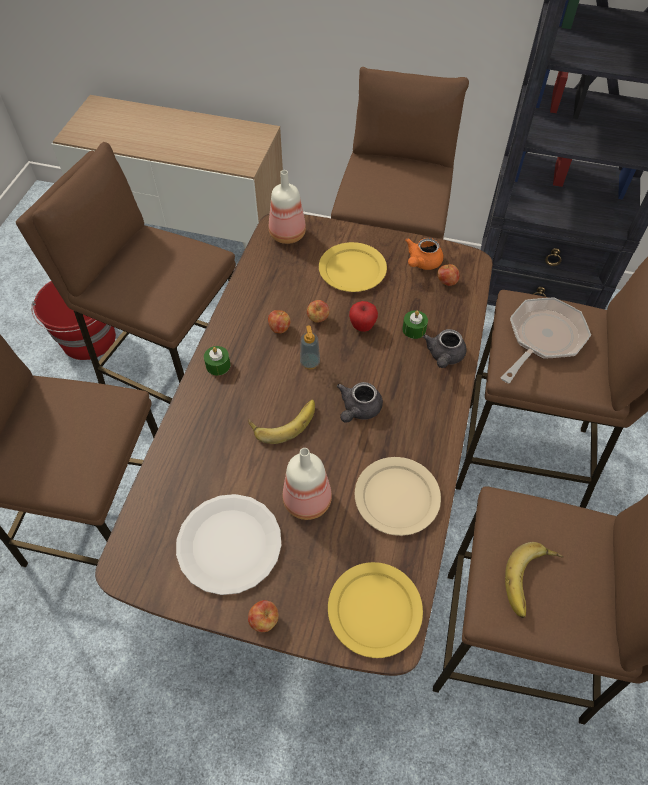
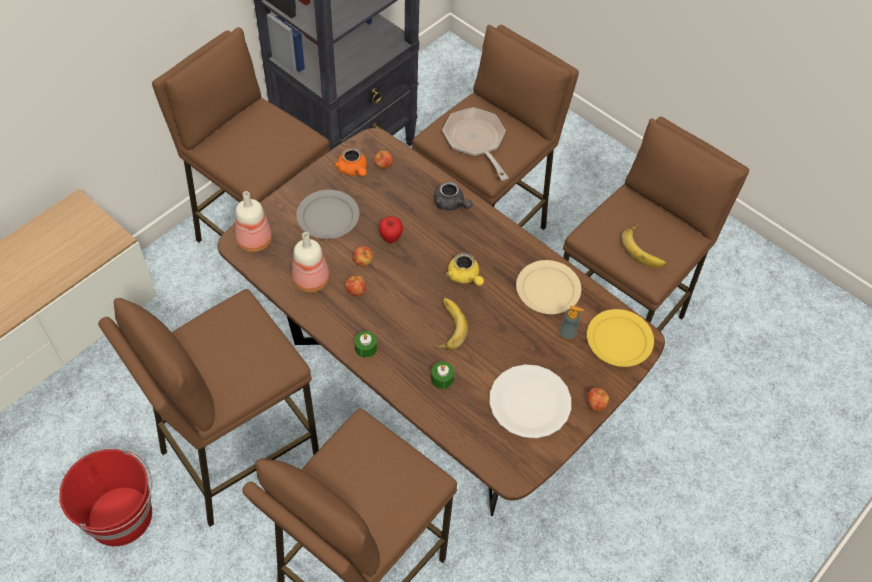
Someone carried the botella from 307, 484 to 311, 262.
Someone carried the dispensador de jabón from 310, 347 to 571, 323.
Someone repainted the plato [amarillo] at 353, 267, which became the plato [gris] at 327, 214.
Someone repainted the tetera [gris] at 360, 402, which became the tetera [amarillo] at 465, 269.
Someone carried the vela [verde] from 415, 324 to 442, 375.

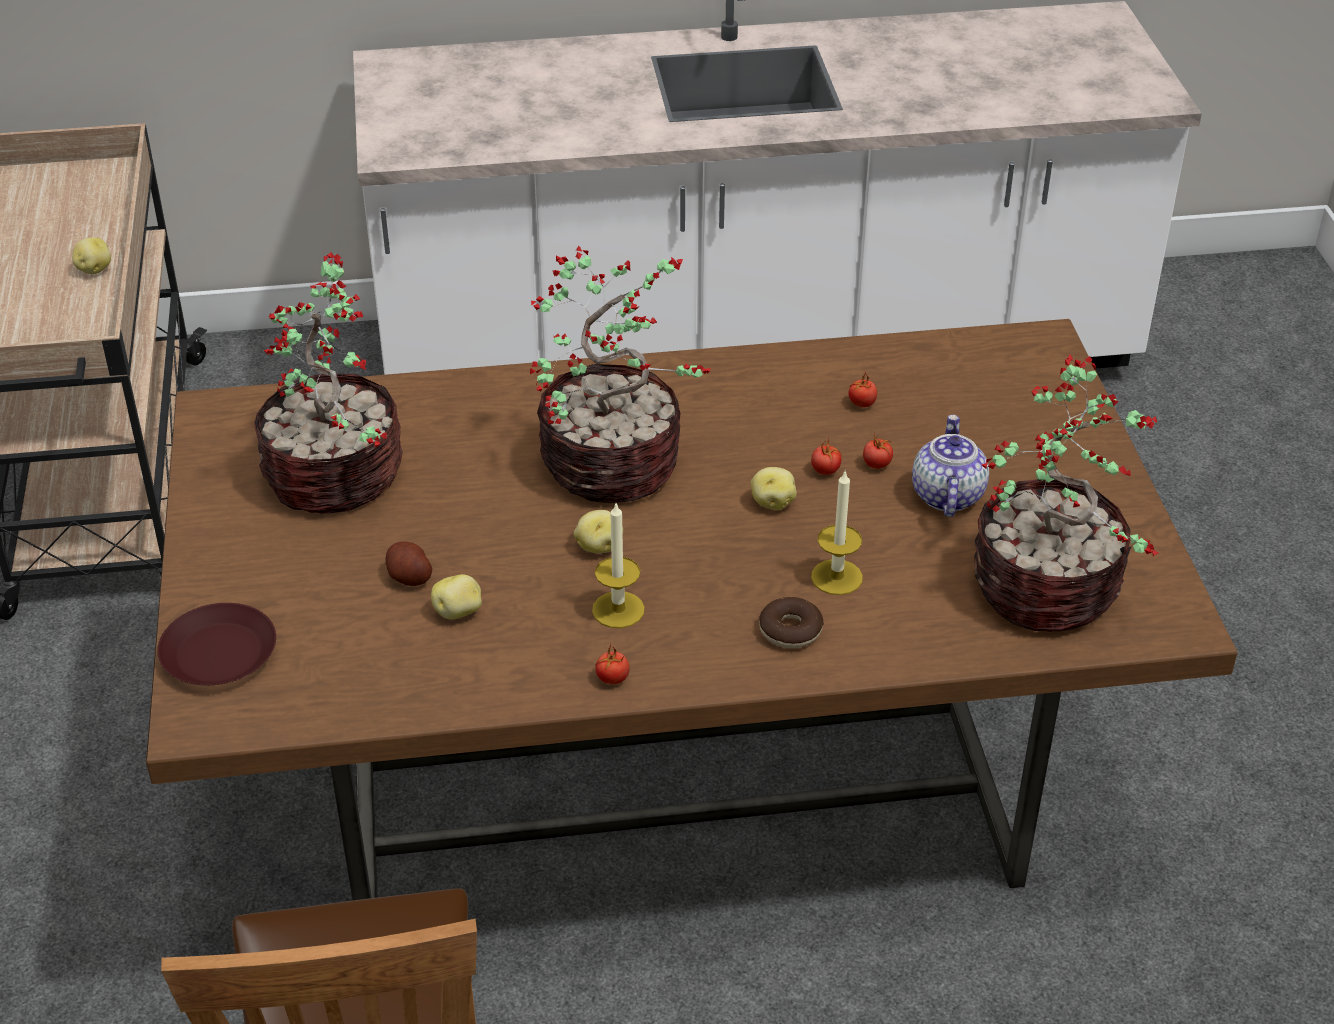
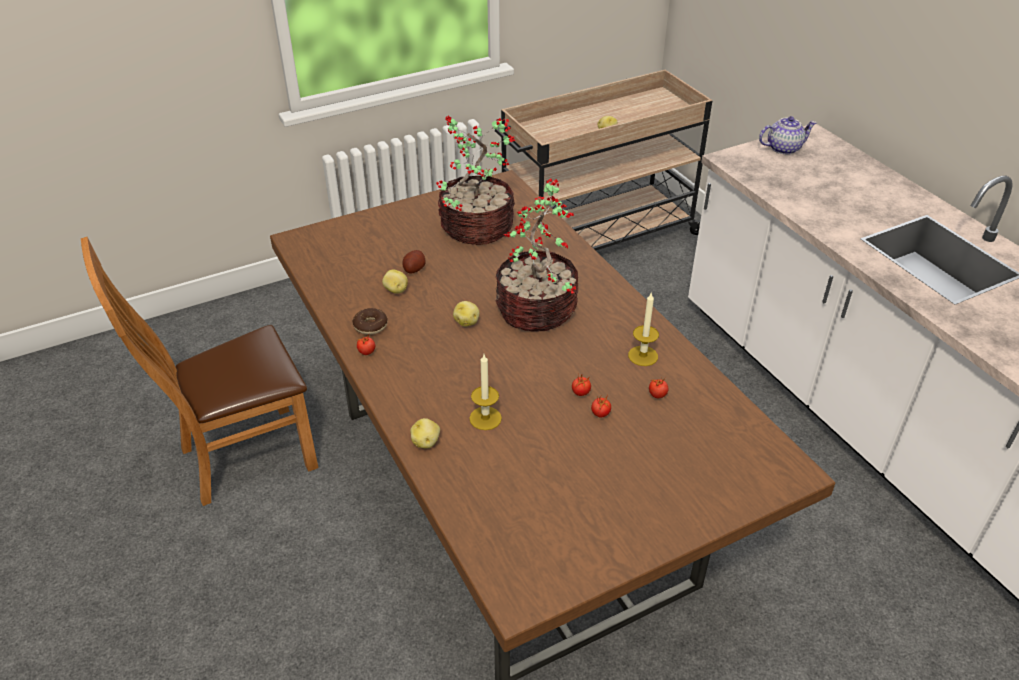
Someone took away the plato [marrón] at 216, 644.
Someone carried the vela from 618, 566 to 643, 329.
Someone carried the patata from 774, 488 to 425, 433.
Someone carried the rosquilla from 791, 622 to 370, 321.
Someone carried the tetera from 950, 466 to 788, 135.
Someone took away the planta en maceta at 1066, 493.

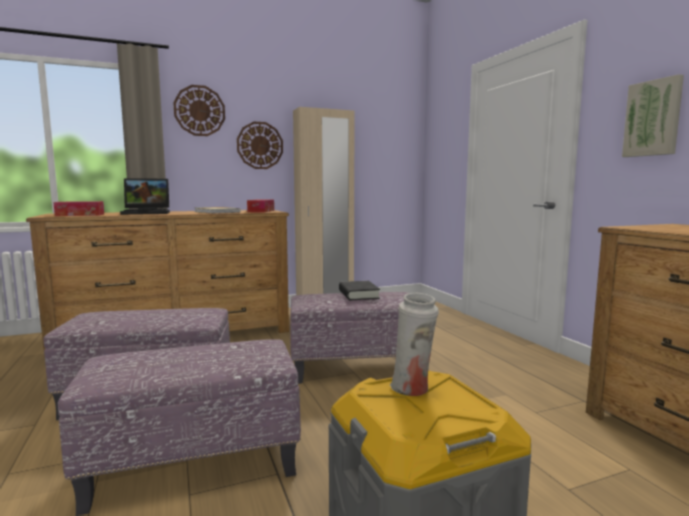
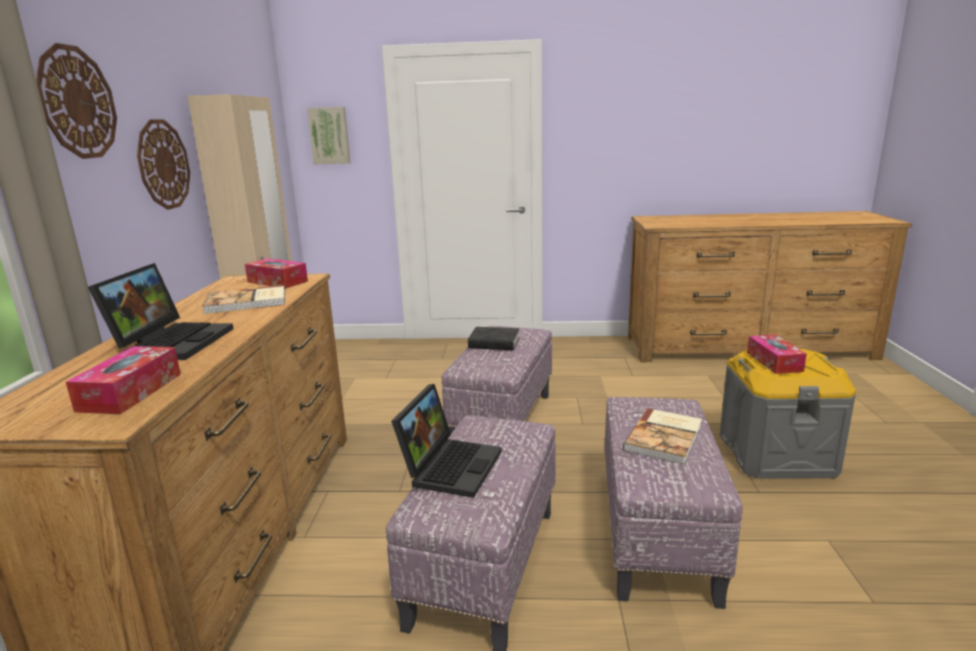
Someone swapped the florero [blanco] at 414, 344 for the caja de pañuelos at 777, 354.
Someone carried the cuadro from 653, 115 to 328, 135.
Someone put down the portátil at 446, 441.
Someone put down the libro at 662, 436.

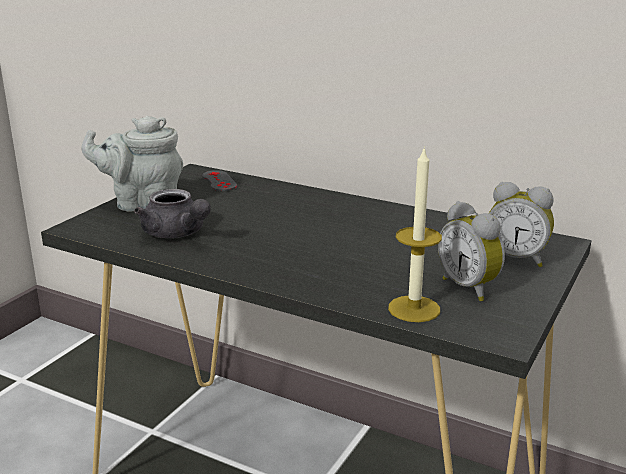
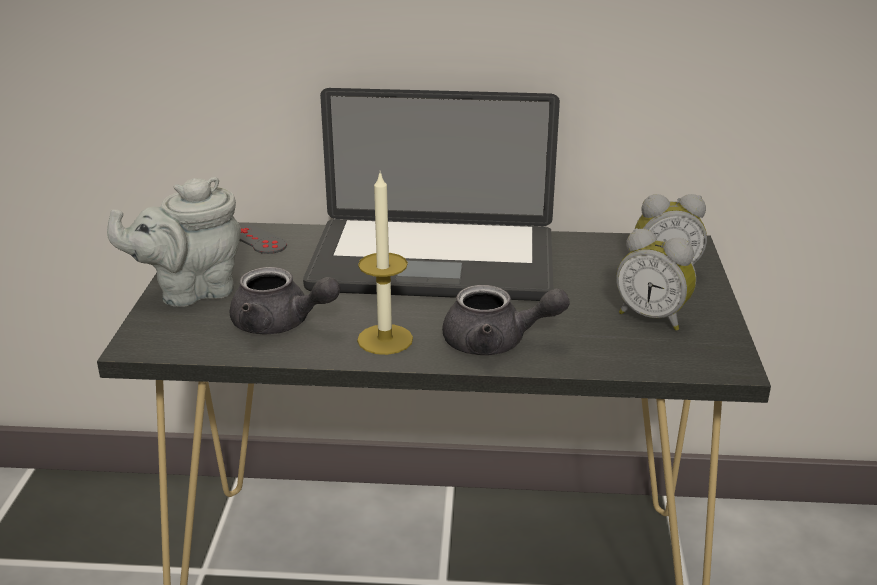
Someone carried the vela from 415, 234 to 385, 262.
Someone put down the portátil at 431, 194.
Someone put down the tetera [gris] at 506, 320.

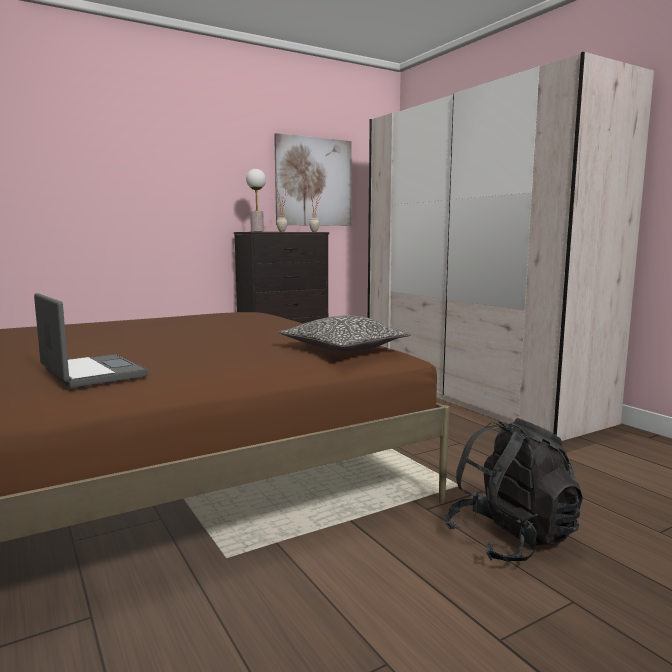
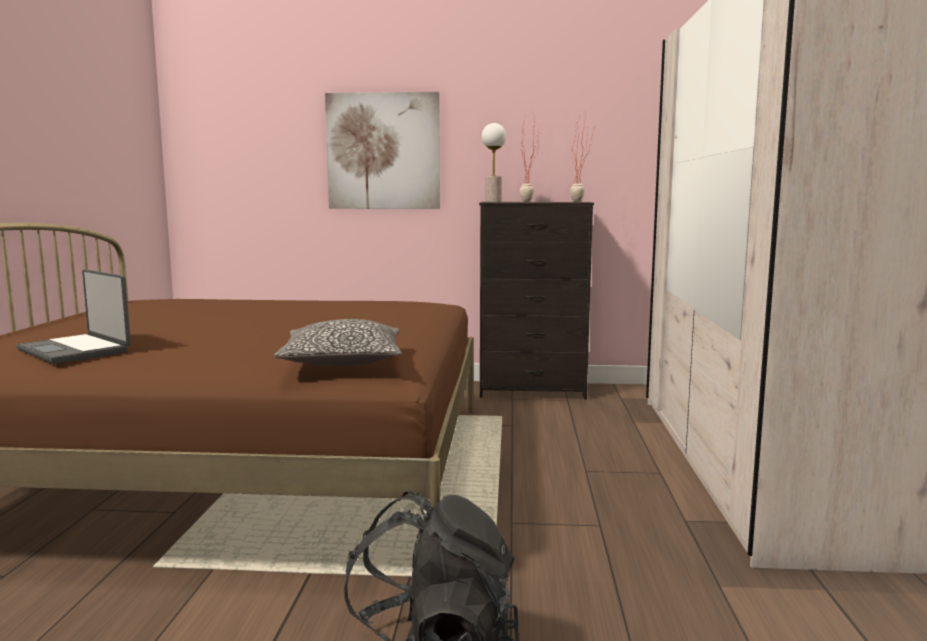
Someone rotated the portátil at 91, 340 by 135 degrees clockwise.
Someone carried the cuadro from 313, 179 to 382, 150.

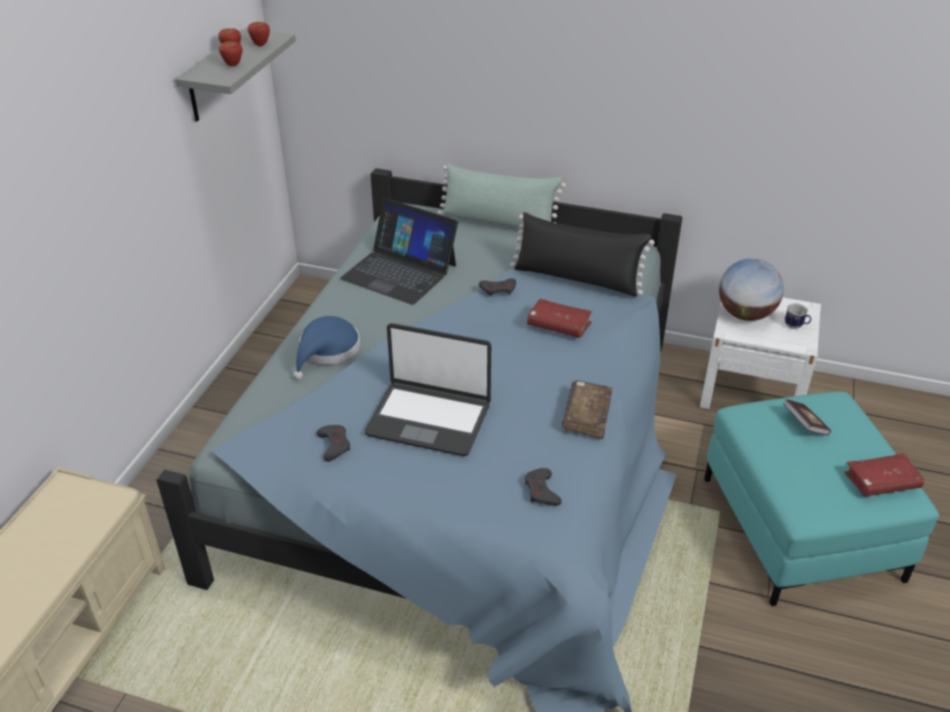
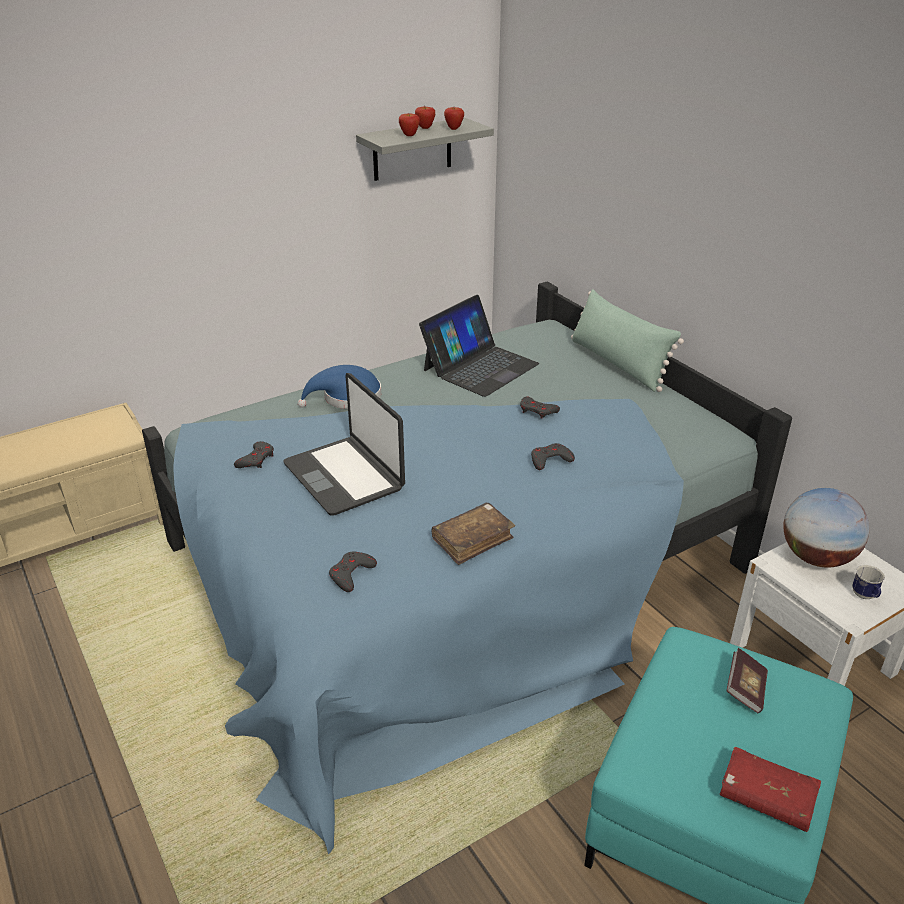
Someone rotated the portátil at 399, 251 by 120 degrees counterclockwise.
Someone took away the cojín [negro] at 582, 254.
Someone swapped the libro [rojo] at 559, 318 for the mando de consola [gris] at 553, 456.

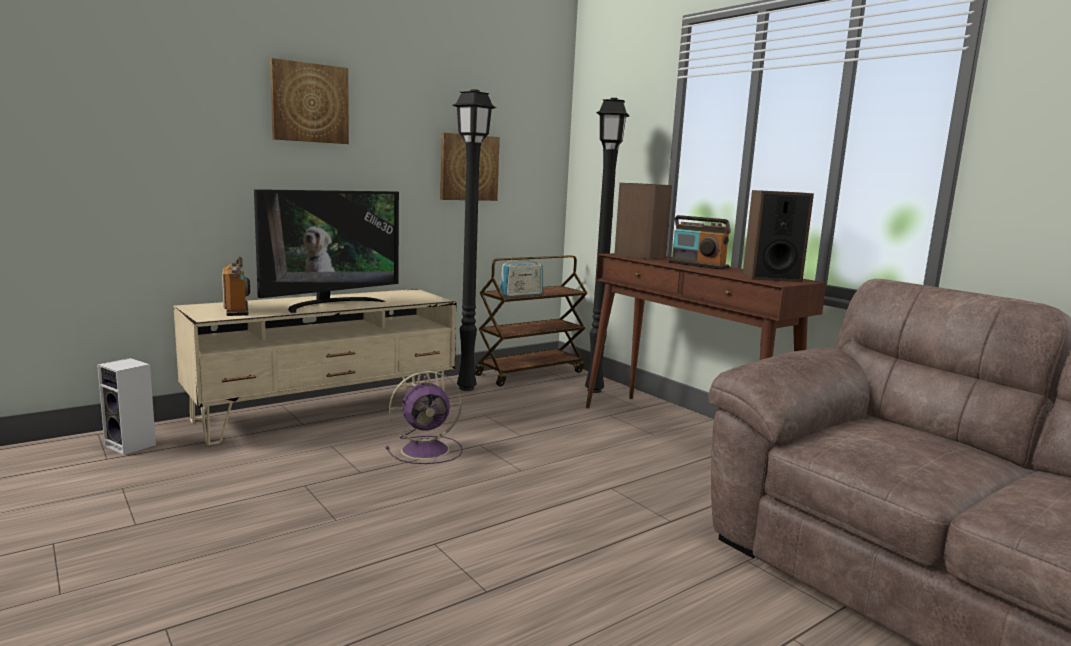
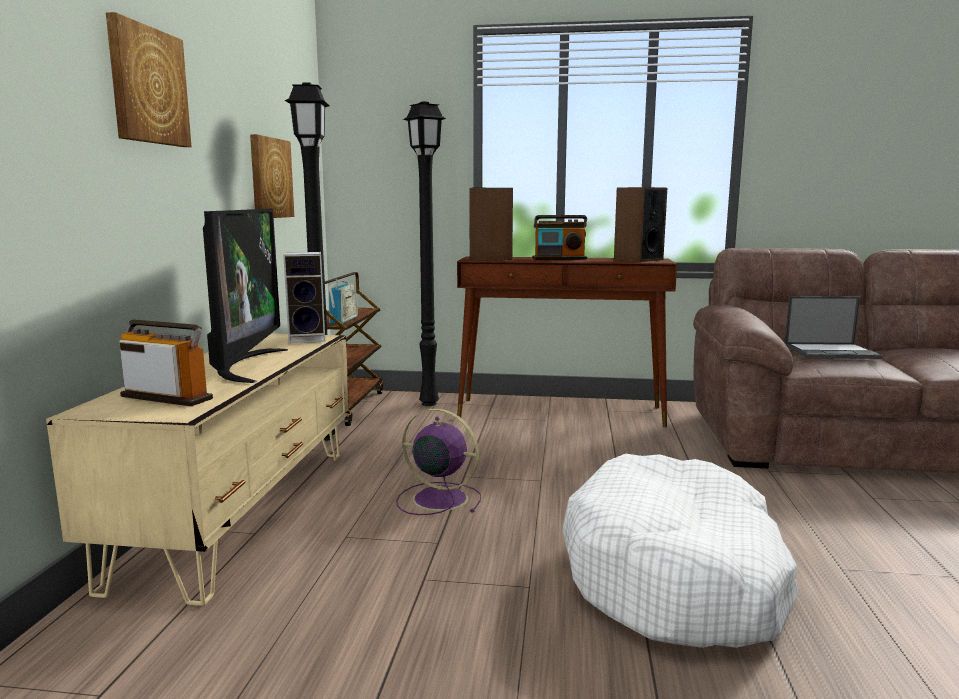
Someone carried the altavoz from 126, 406 to 304, 297.
Someone rotated the ventilador [morado] at 424, 417 by 90 degrees counterclockwise.
Someone put down the cama para perro [blanco] at 680, 551.
Someone put down the portátil at 834, 327.

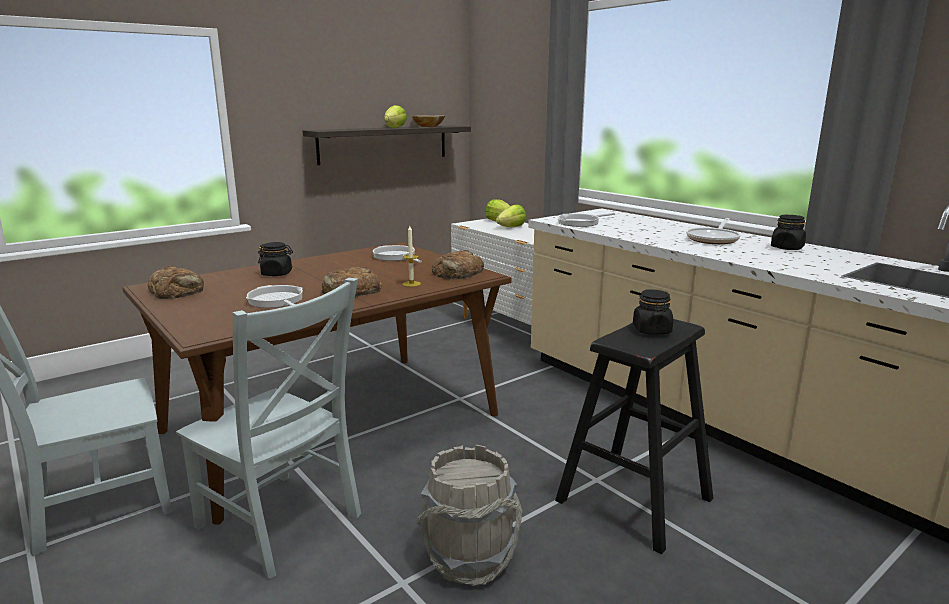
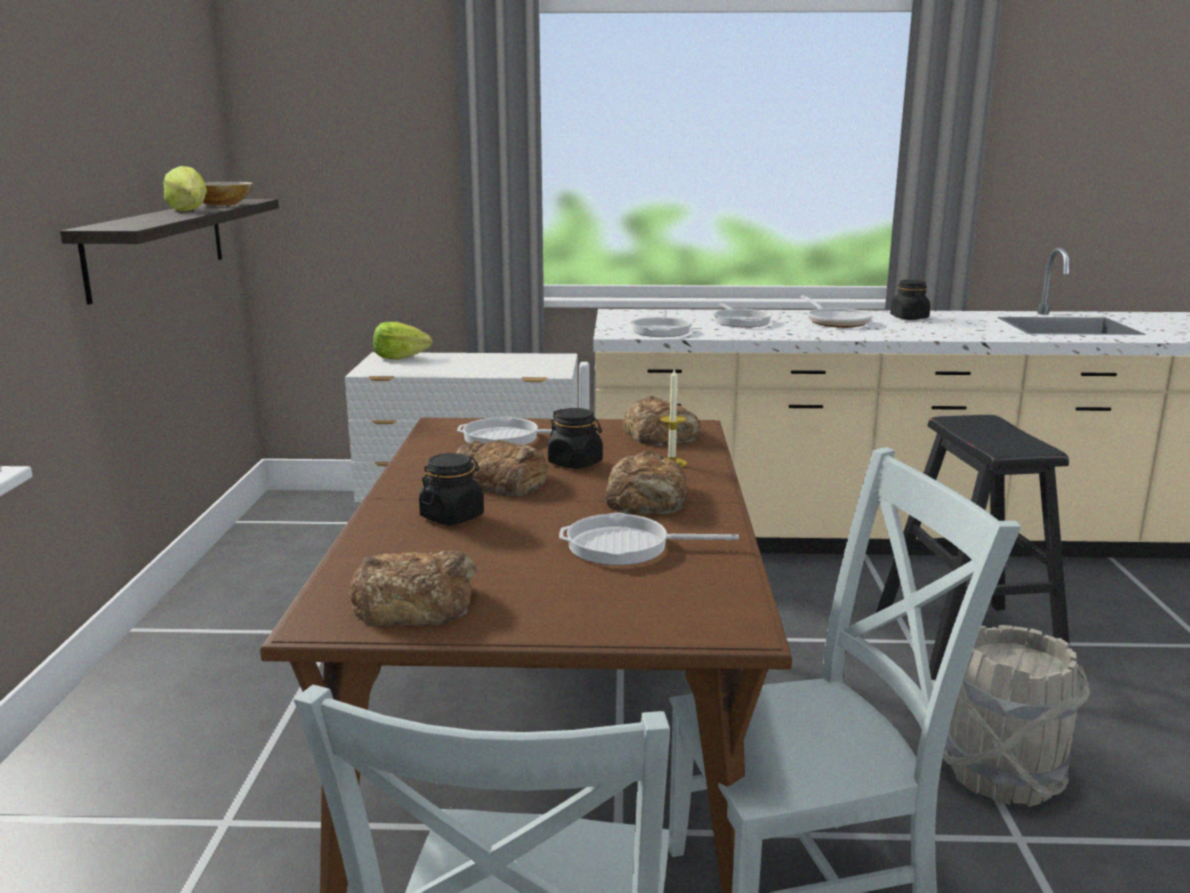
Someone took away the lechuga at 511, 216.
Someone carried the tarro [negro] from 653, 311 to 575, 438.
Someone put down the pan at 502, 468.
Someone put down the sartén at 743, 315.

